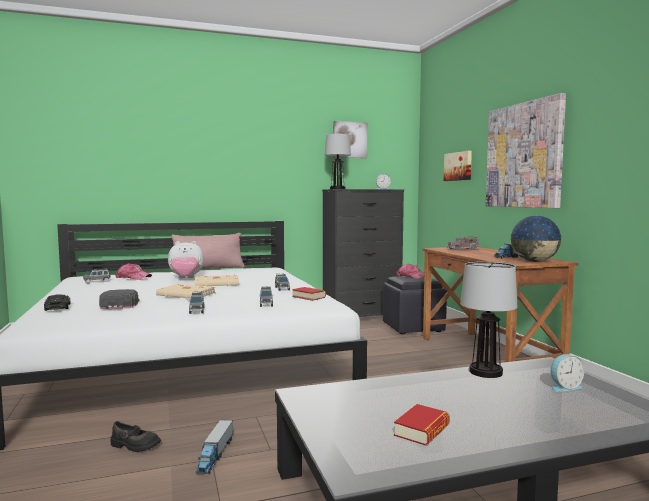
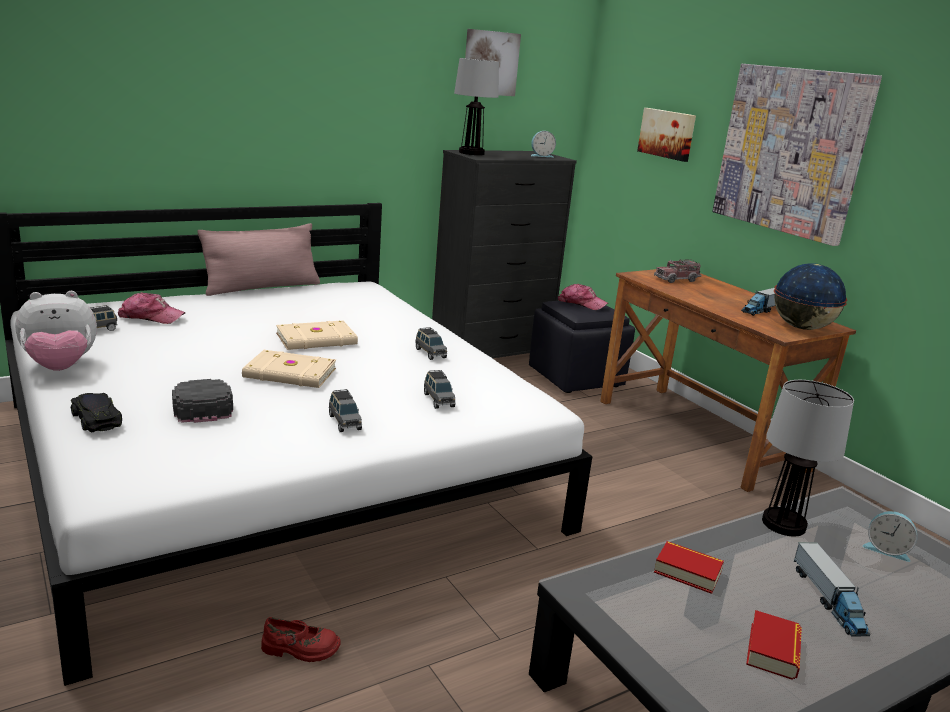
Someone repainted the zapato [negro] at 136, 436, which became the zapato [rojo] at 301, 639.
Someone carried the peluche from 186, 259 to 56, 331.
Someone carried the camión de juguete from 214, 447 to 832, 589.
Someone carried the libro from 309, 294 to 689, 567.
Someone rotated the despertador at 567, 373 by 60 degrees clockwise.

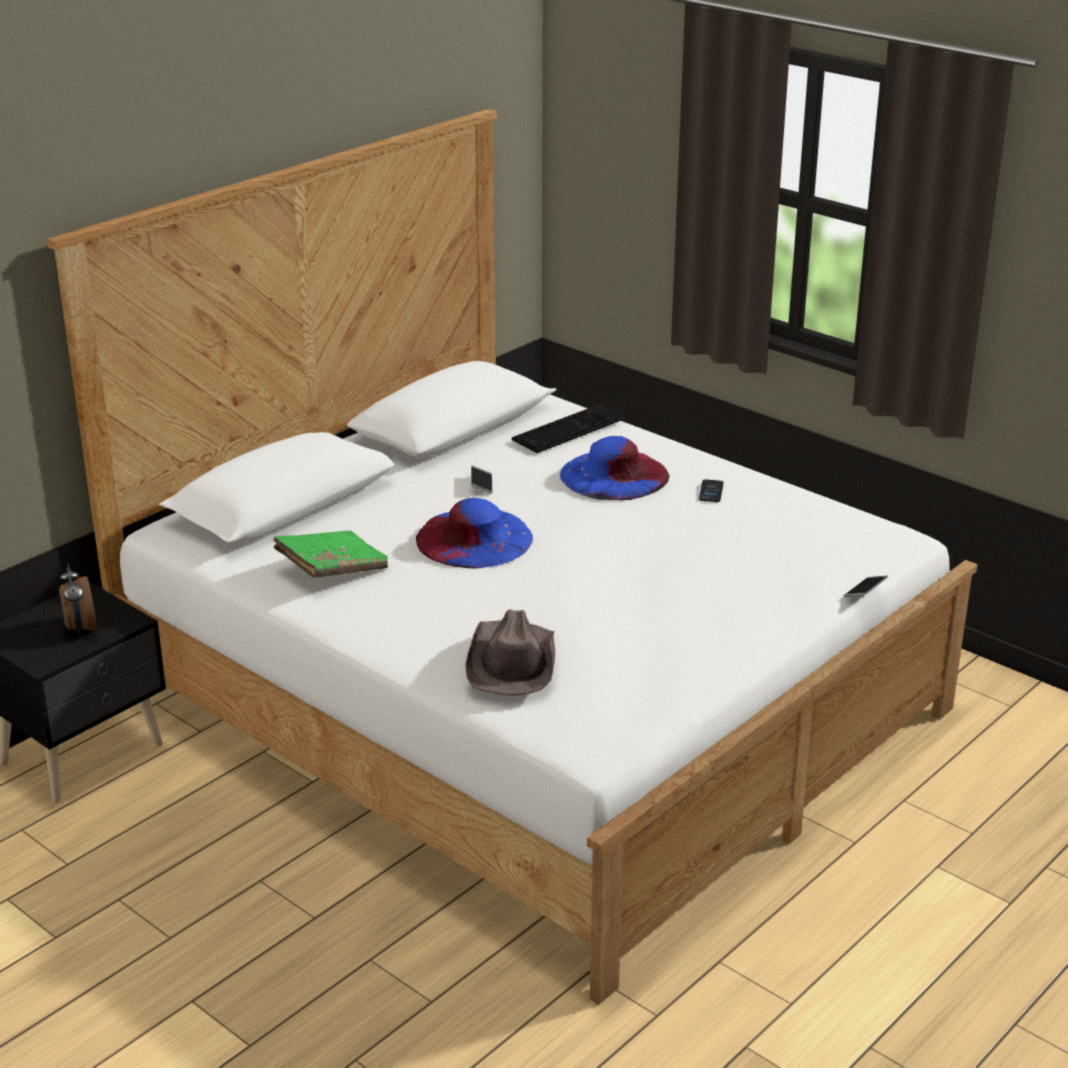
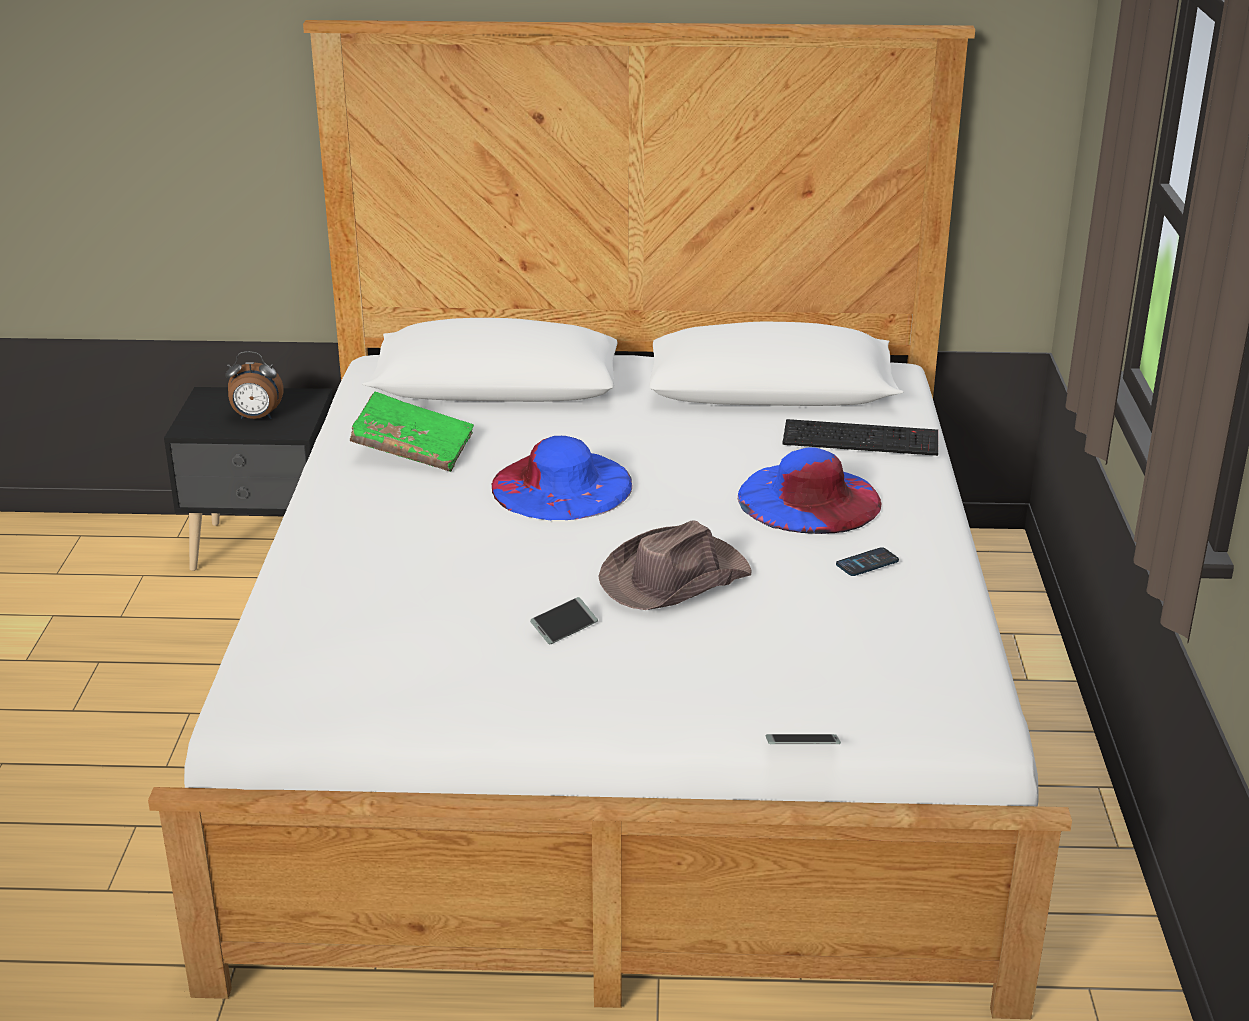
Someone rotated the despertador at 77, 599 by 120 degrees counterclockwise.
Someone carried the sombrero [marrón] from 510, 652 to 675, 565.
Someone carried the móvil from 481, 479 to 564, 620.

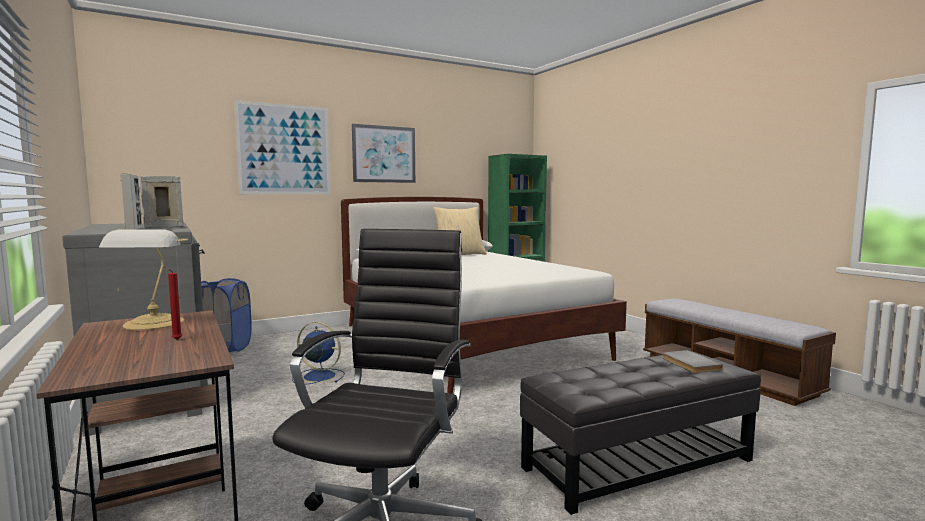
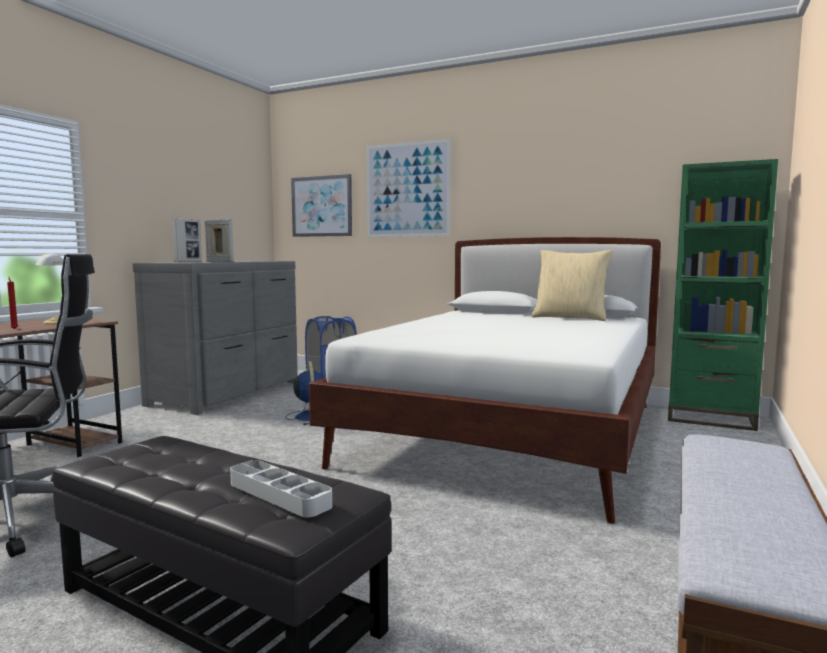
Someone carried the cuadro from 383, 153 to 321, 205.
Someone swapped the libro [gris] at 693, 361 for the bandeja [gris] at 281, 488.

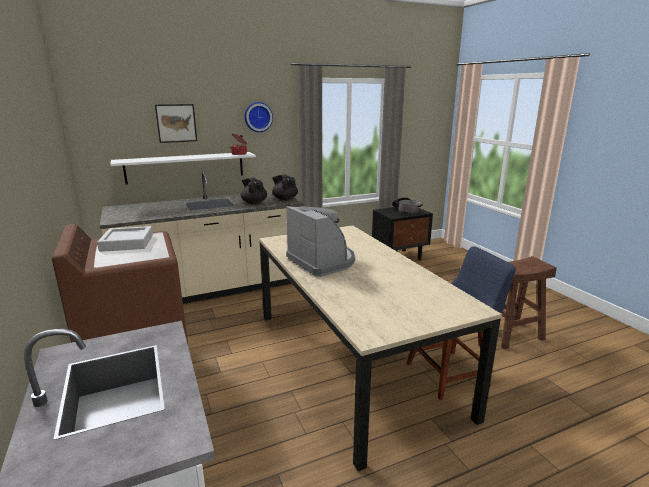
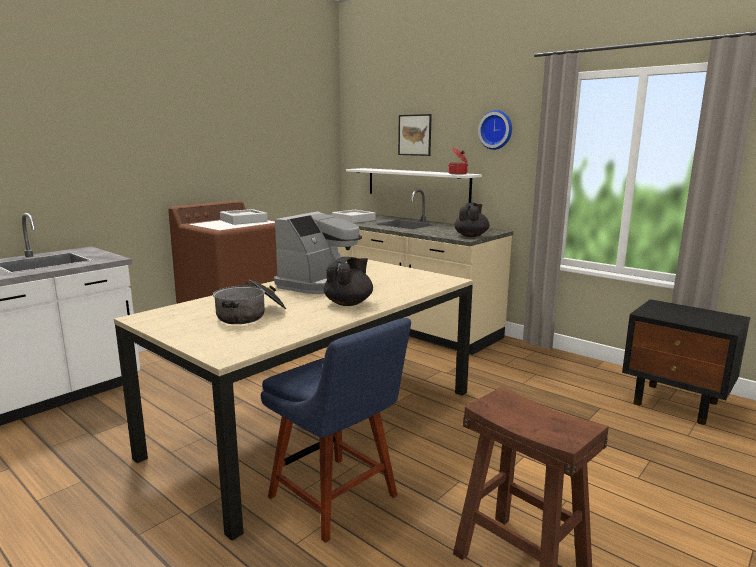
Someone carried the tetera [negro] from 253, 190 to 348, 281.
Someone carried the olla from 408, 206 to 249, 302.
Someone put down the bandeja [gris] at 354, 216.

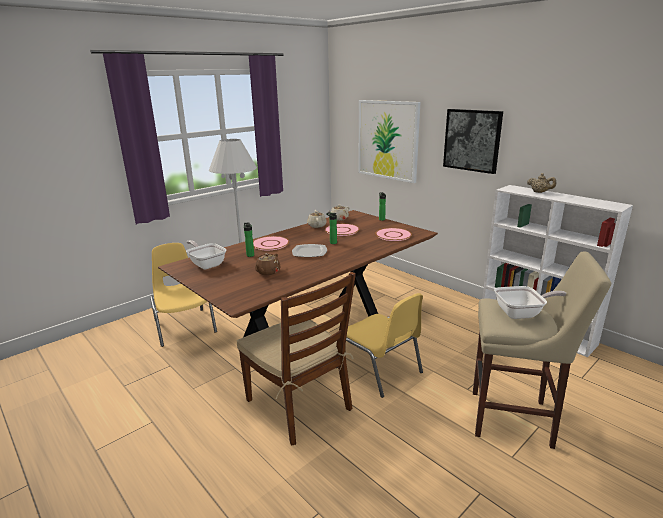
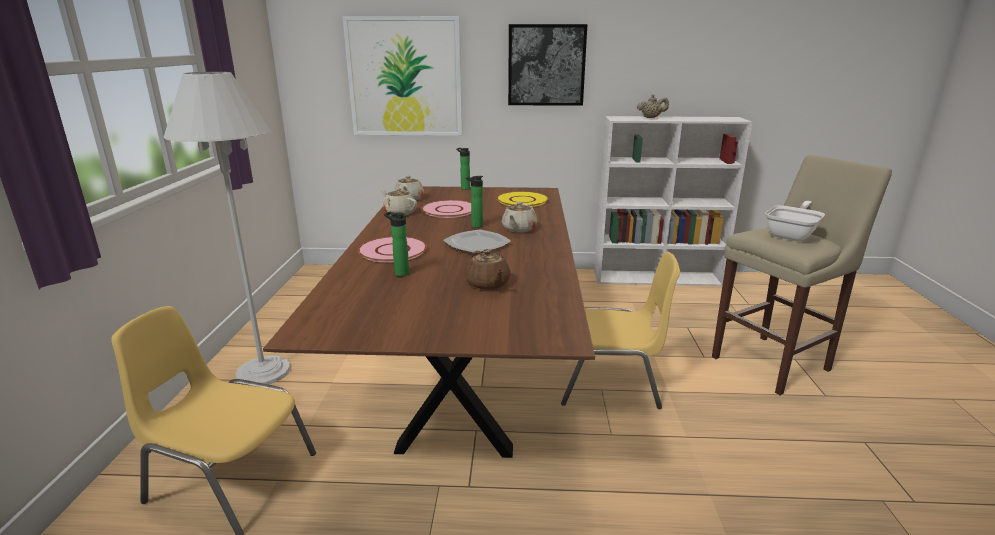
Someone took away the sartén at 206, 254.
Someone took away the silla [marrón] at 296, 359.
Someone repainted the plato [rosa] at 393, 234, which became the plato [amarillo] at 523, 199.
Someone put down the tetera [beis] at 519, 217.

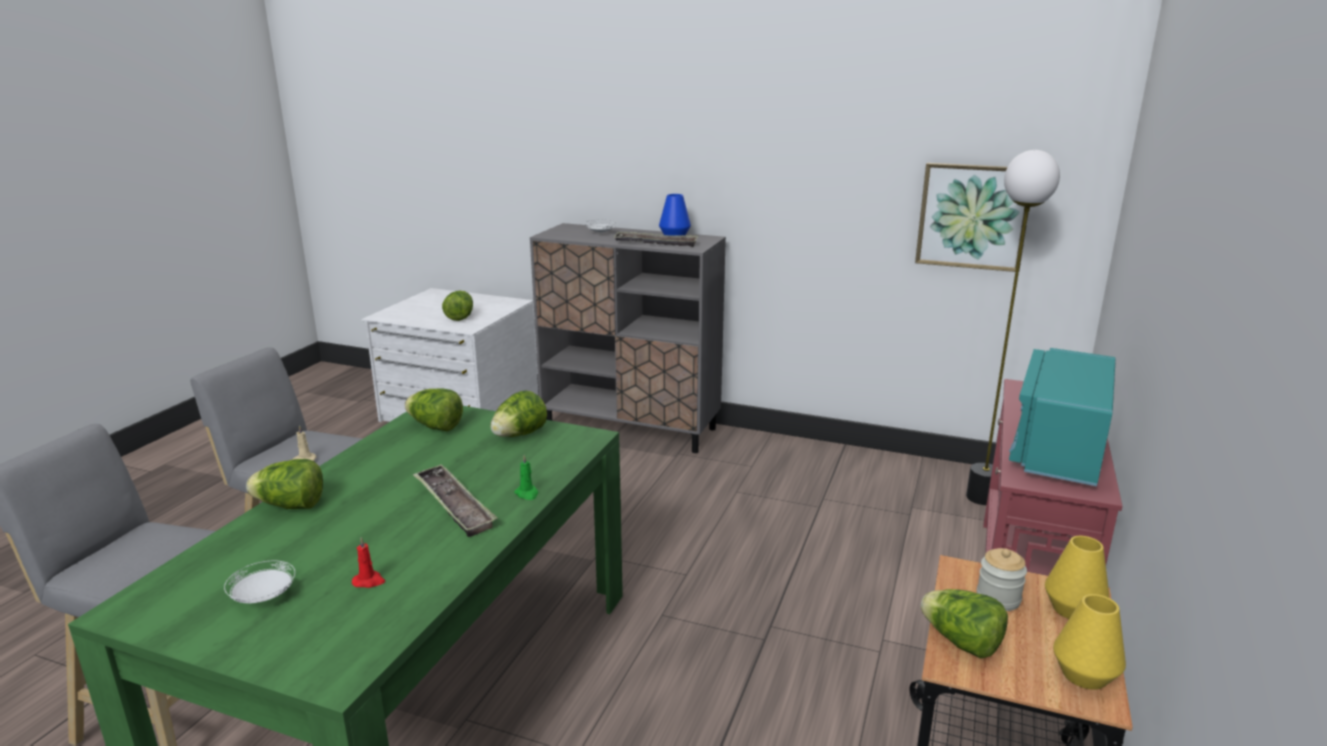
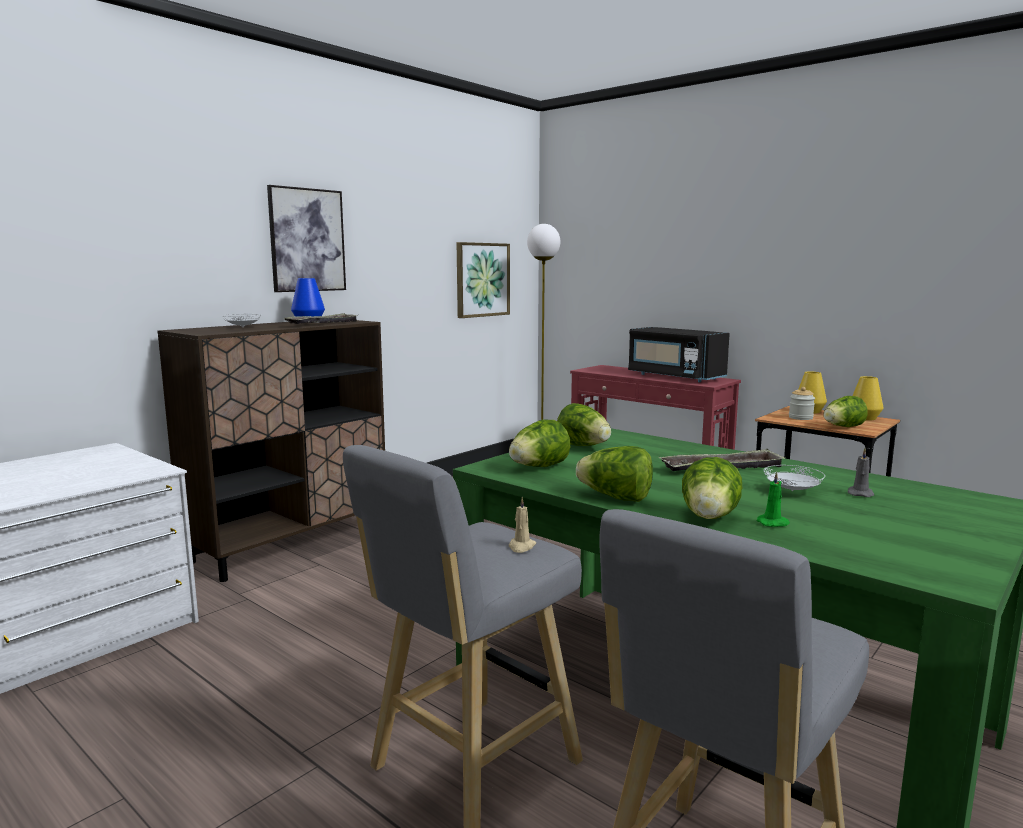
Someone carried the plato [blanco] from 259, 581 to 794, 478.
Someone repainted the vela [rojo] at 368, 562, which became the vela [gris] at 860, 473.
Someone carried the lechuga from 457, 306 to 614, 474.
Someone carried the vela [verde] from 526, 477 to 773, 499.
Someone repainted the armario [gris] at 628, 338, which became the armario [marrón] at 271, 451.
Someone repainted the microondas [turquesa] at 1062, 417, which became the microondas [negro] at 679, 354.
Someone put up the cuadro at 306, 238.

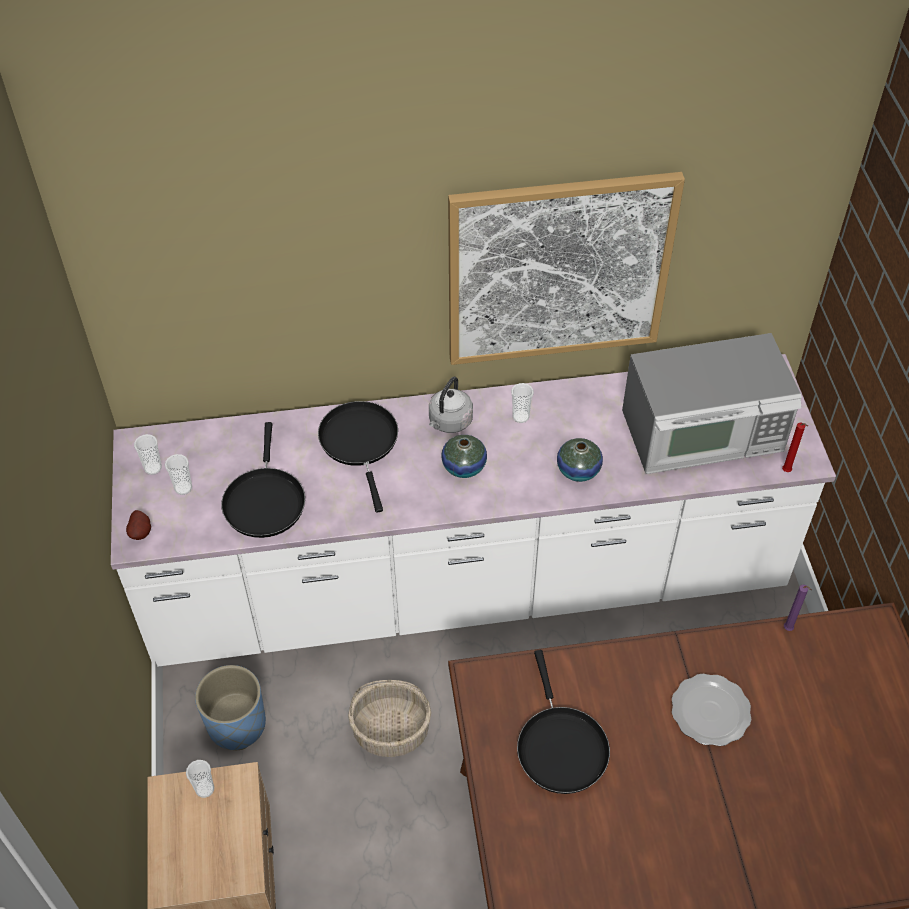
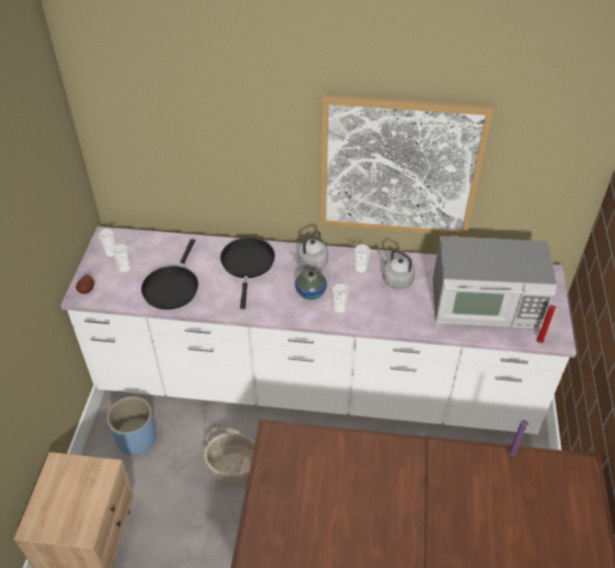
Someone carried the taza from 200, 779 to 340, 299.
Someone took away the sartén [negro] at 563, 722.
Someone took away the florero at 580, 460.
Someone took away the plato at 711, 710.
Someone put down the hervidor [gris] at 398, 269.

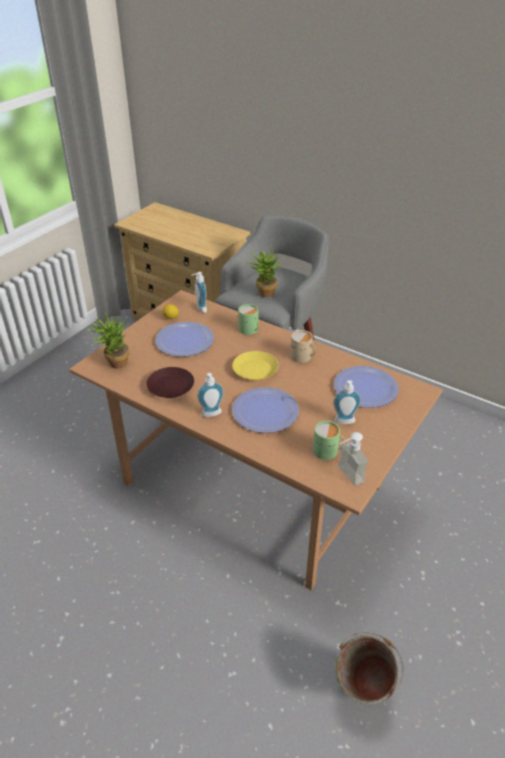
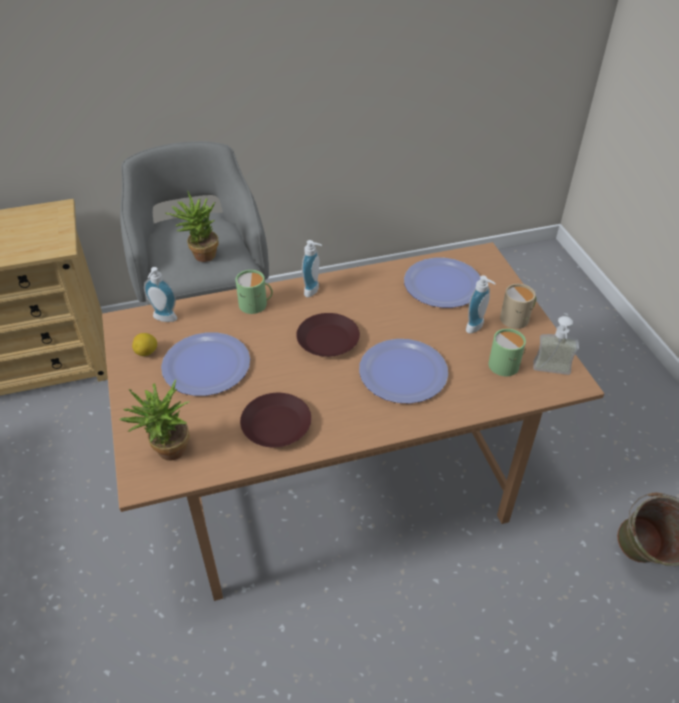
Someone carried the dispensador de jabón from 210, 395 to 312, 268.
Someone repainted the plato [amarillo] at 255, 365, which became the plato [marrón] at 328, 335.
Someone carried the taza grande [beis] from 303, 346 to 518, 306.

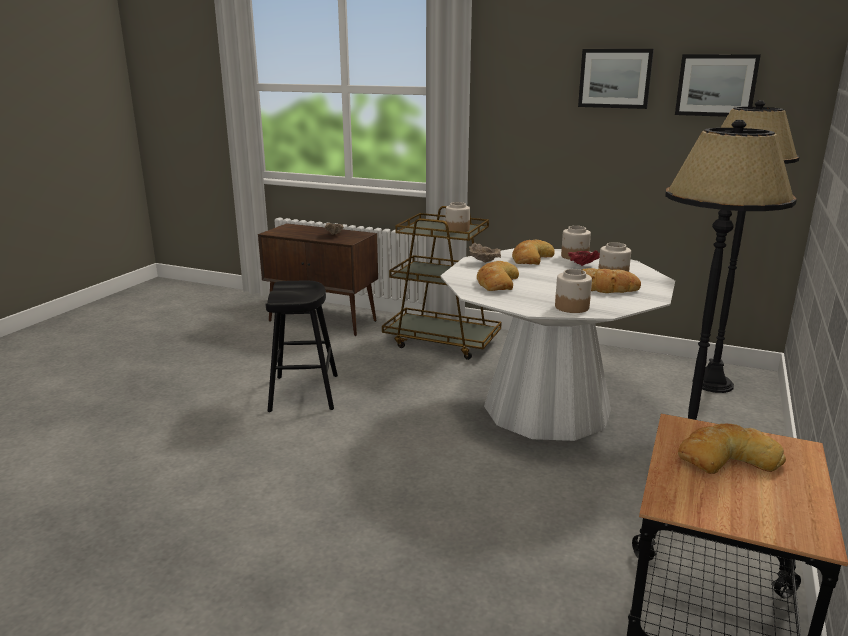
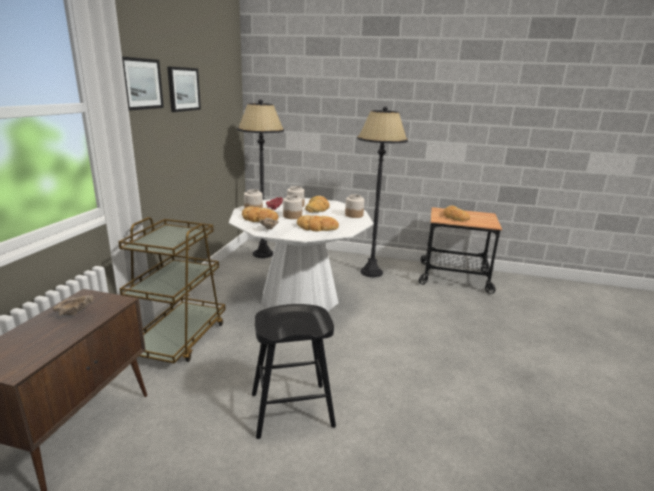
Someone carried the tarro from 457, 217 to 292, 207.
Someone carried the cuadro from 718, 85 to 143, 84.

